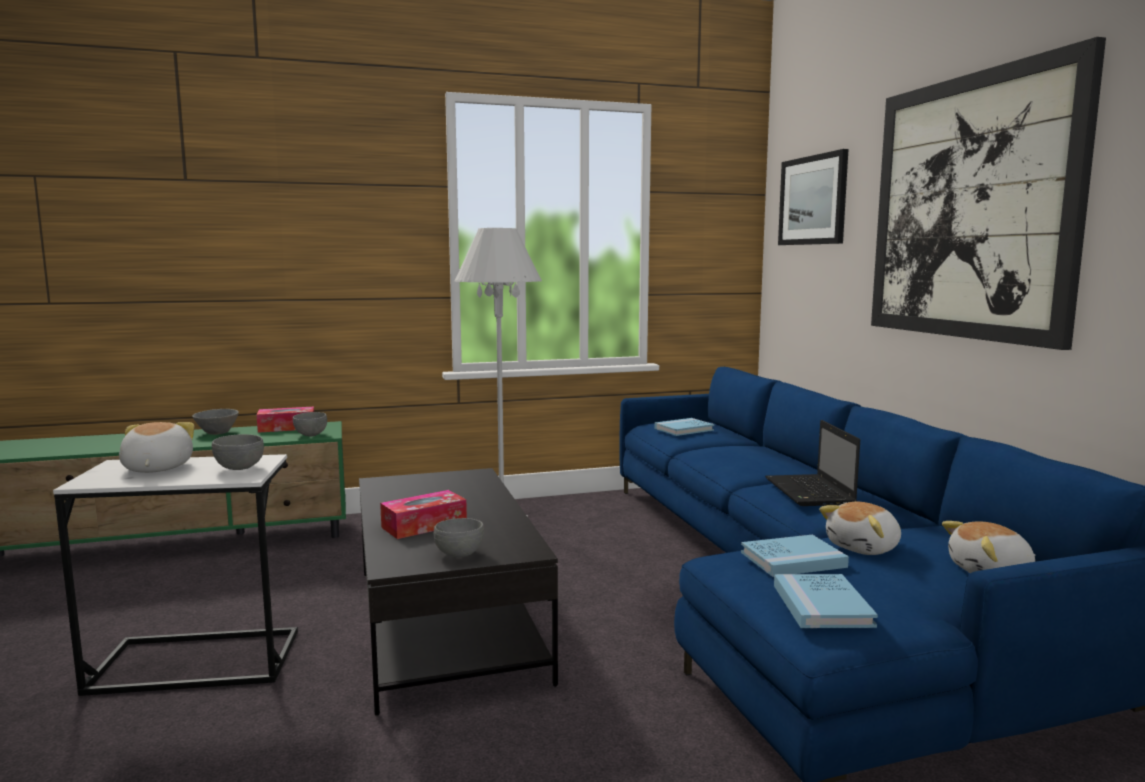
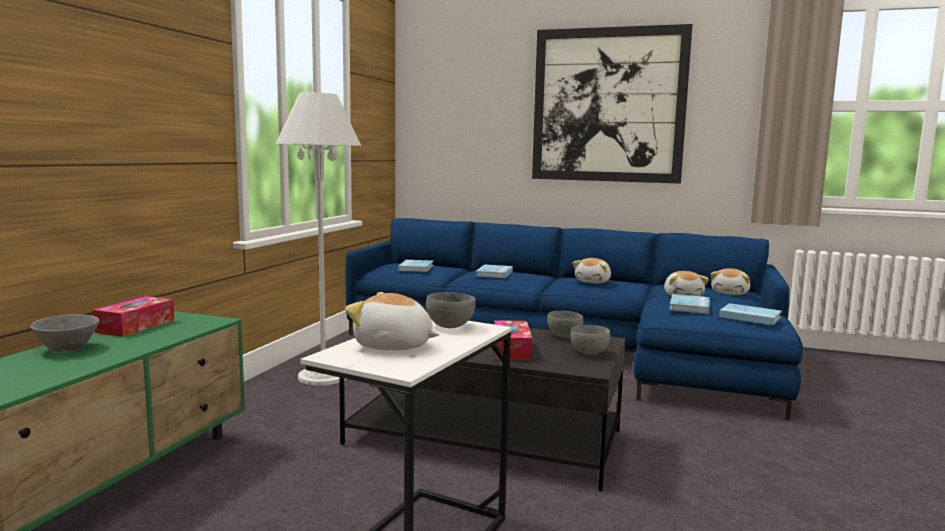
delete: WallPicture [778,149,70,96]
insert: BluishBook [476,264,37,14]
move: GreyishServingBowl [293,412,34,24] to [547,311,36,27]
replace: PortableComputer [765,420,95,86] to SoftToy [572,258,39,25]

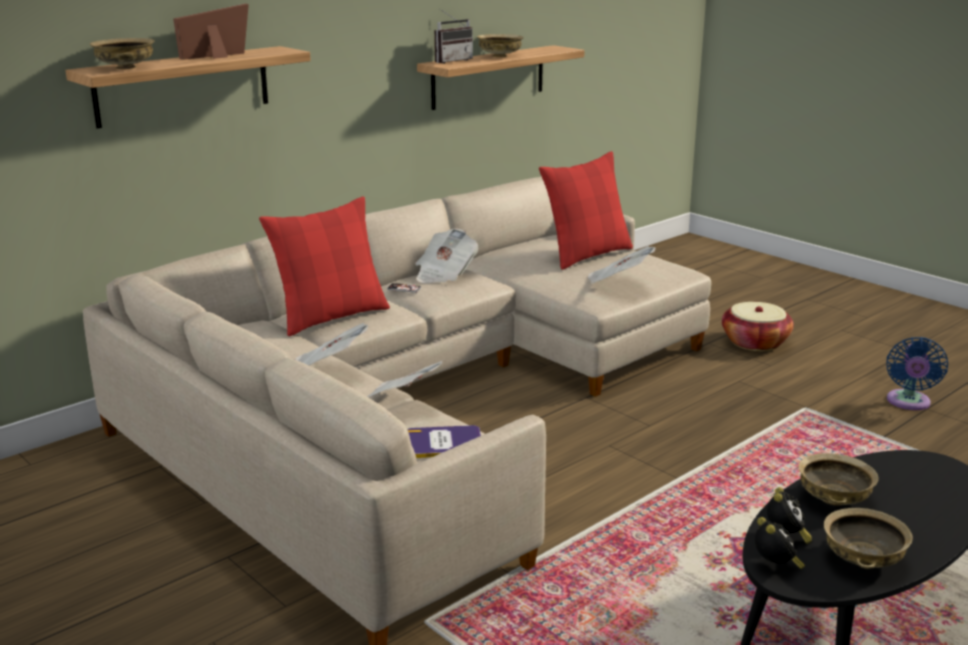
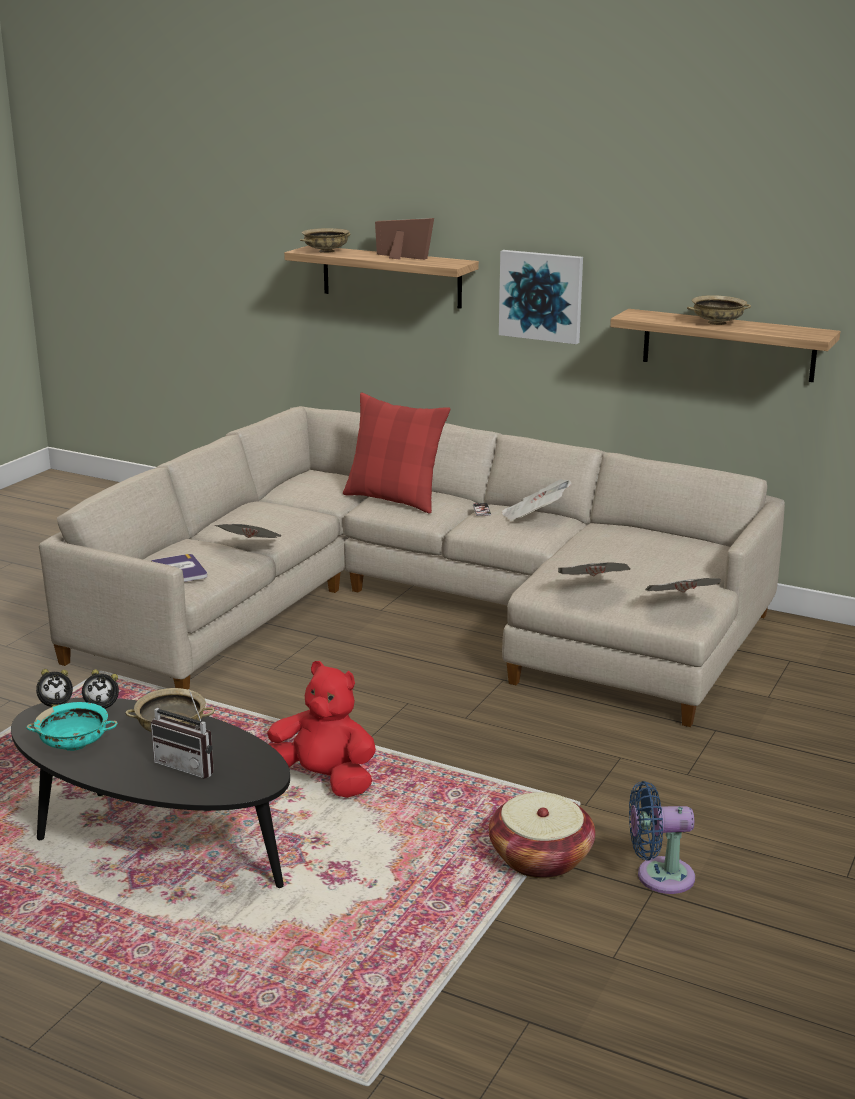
delete: RedCushion [539,151,94,119]
insert: RedSoftToy [267,661,109,137]; WallPicture [499,250,84,94]
move: DailyPaper [295,322,73,44] to [645,578,76,15]; Radio [435,9,38,54] to [151,689,63,90]; Basket [722,302,72,49] to [489,792,106,86]
recolor: BeigeColouredServingBowl [824,508,89,61] to TurquoiseServingBowl [26,702,92,49]

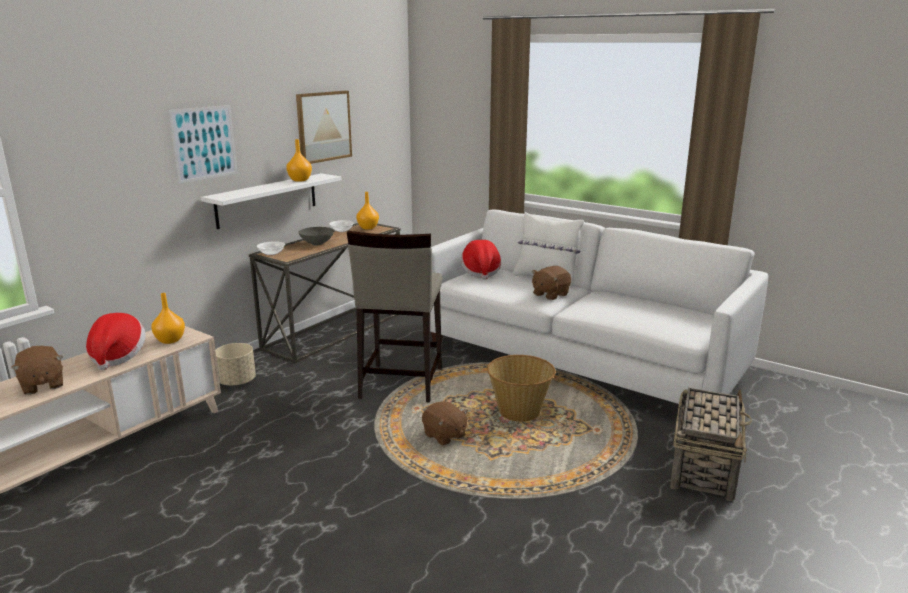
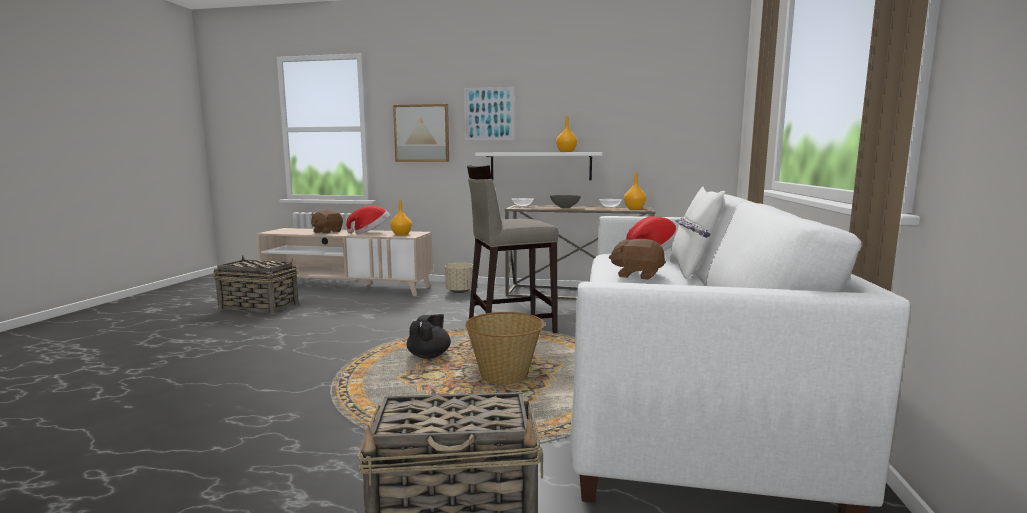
insert: Basket [213,255,86,60]
move: WallPicture [296,91,56,73] to [393,104,56,58]
replace: BrownColouredSoftToy [422,401,46,45] to BlackColouredPotForTea [407,314,44,45]

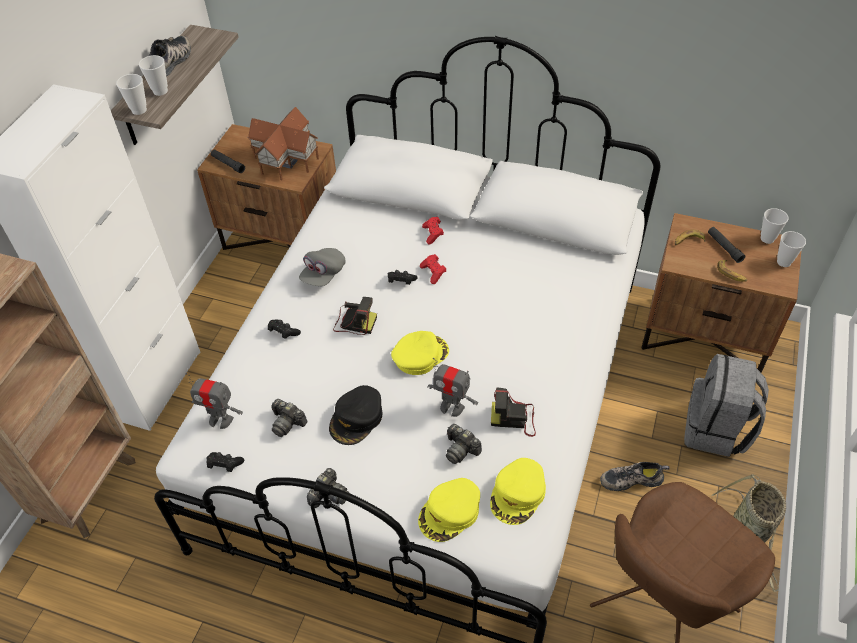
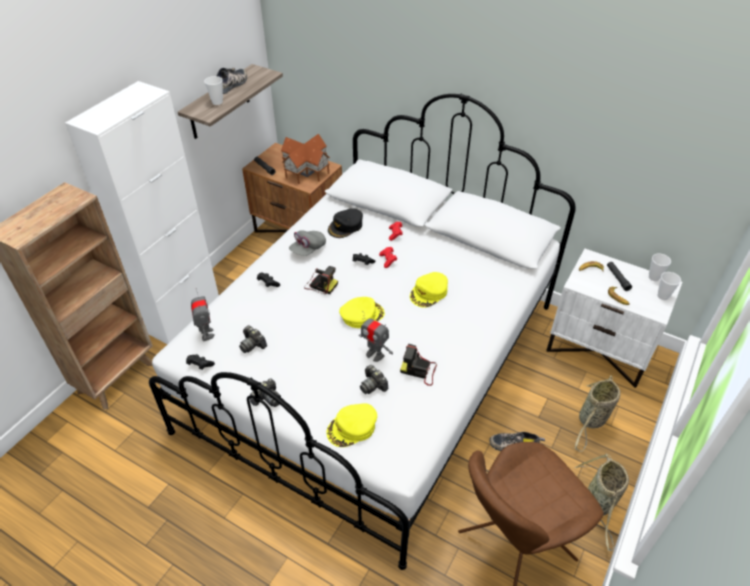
delete: SmallCup [116,74,31,41]
move: BlackColouredBaseballCap [329,385,53,60] to [328,208,35,30]; YellowColouredBaseballCap [490,458,56,67] to [410,272,38,36]
replace: GreyishKnapsack [684,354,85,103] to Basket [574,375,47,77]
recolor: BrownColouredBedsideTable [642,213,159,160] to WhiteColouredBedsideTable [547,249,135,139]
rotate: ToyRobot [185,373,58,56] = [191,288,24,53] 135 degrees counterclockwise

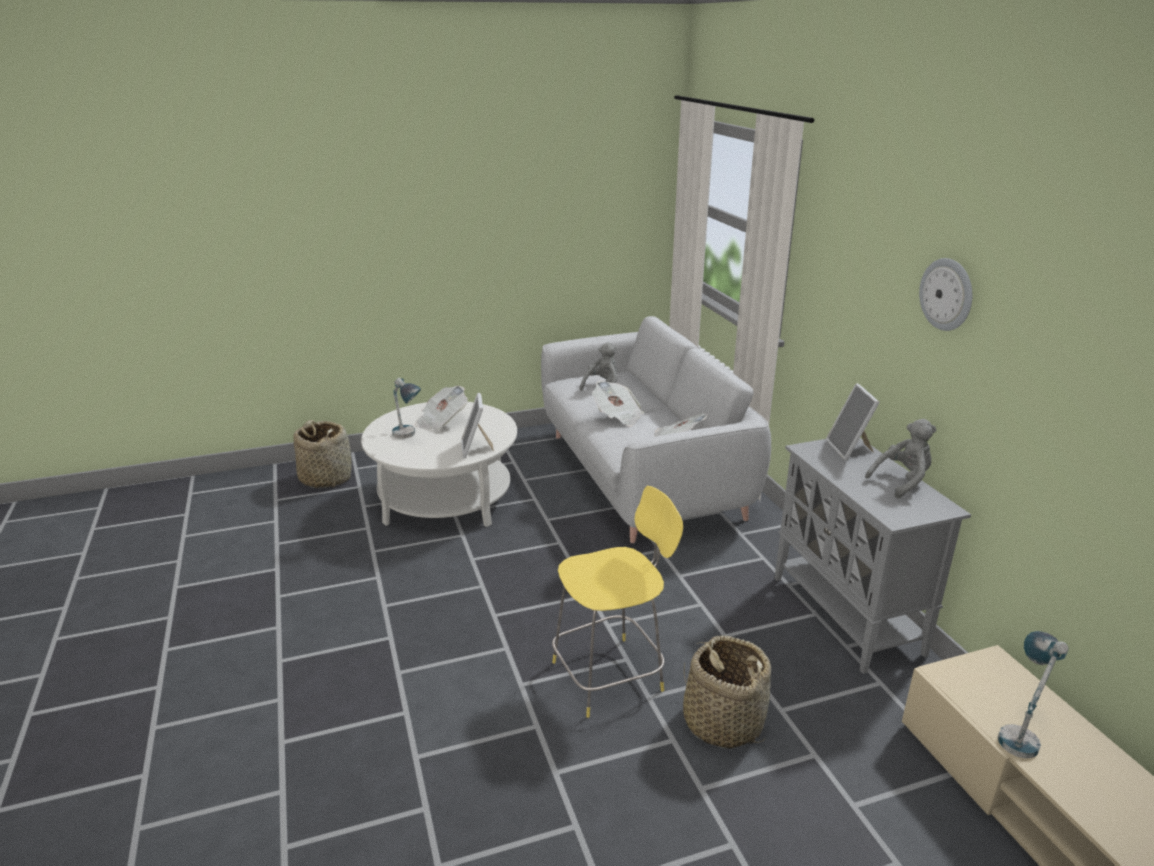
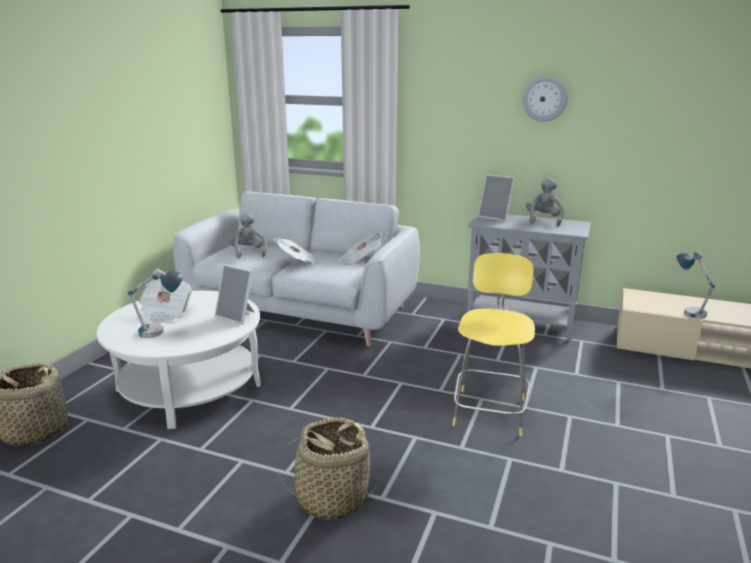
move: Basket [683,635,88,114] to [278,417,100,103]

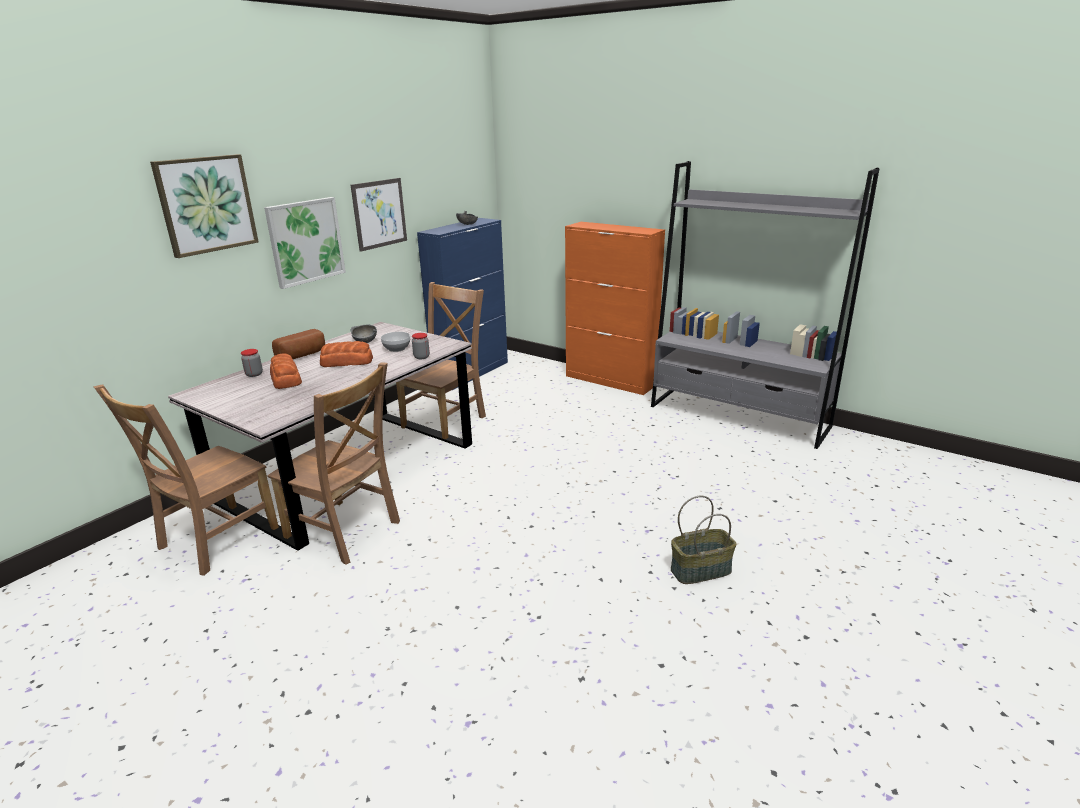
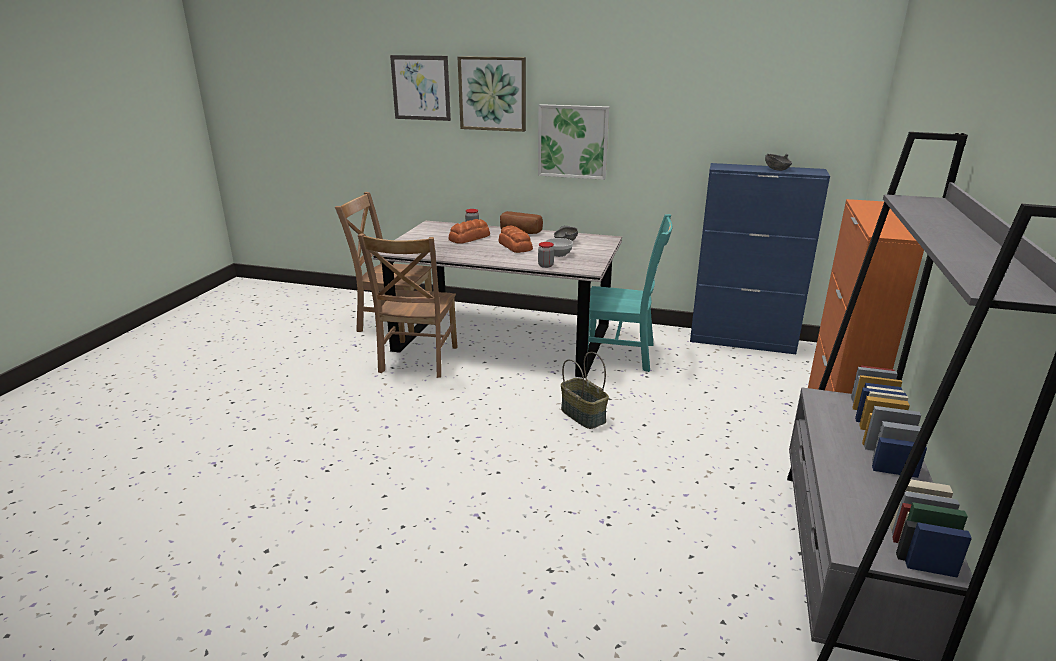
move: WallPicture [351,178,56,74] to [390,55,61,66]; Basket [671,496,66,88] to [561,352,48,77]
recolor: BrownColouredUprightChair [396,282,90,157] to TurquoiseUprightChair [588,214,84,158]

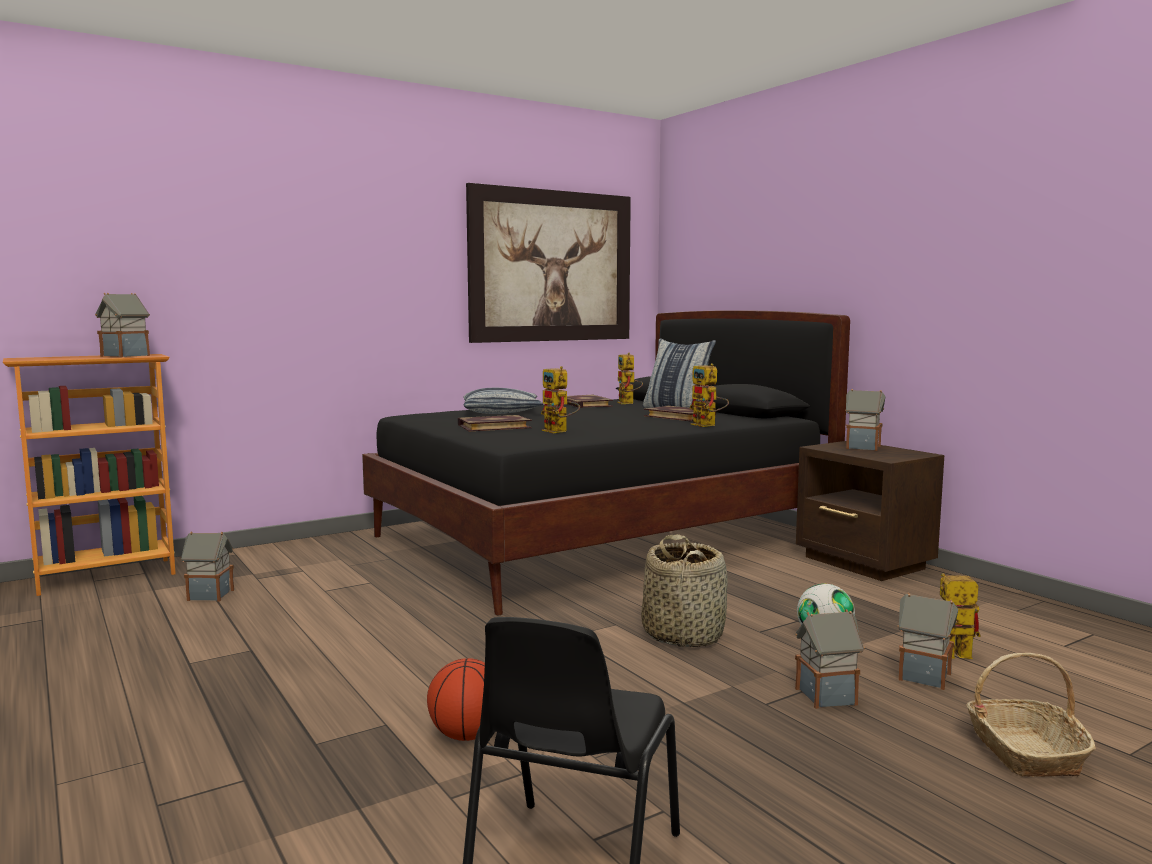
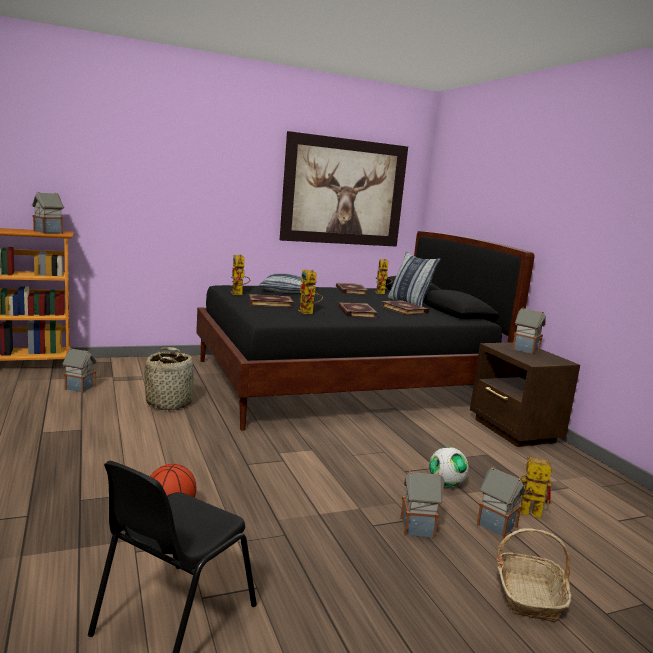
insert: Book [338,302,40,16]
move: Basket [641,534,87,113] to [144,347,50,63]; ToyRobot [689,363,40,64] to [231,255,19,40]

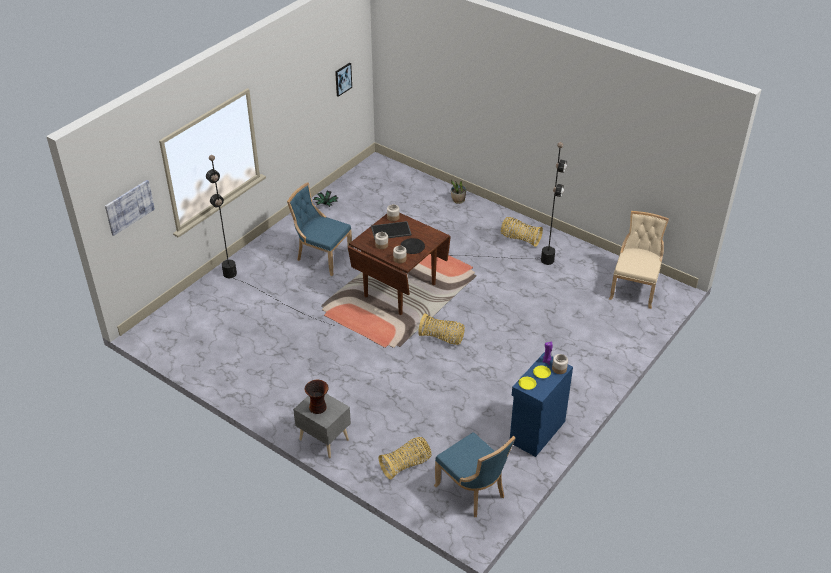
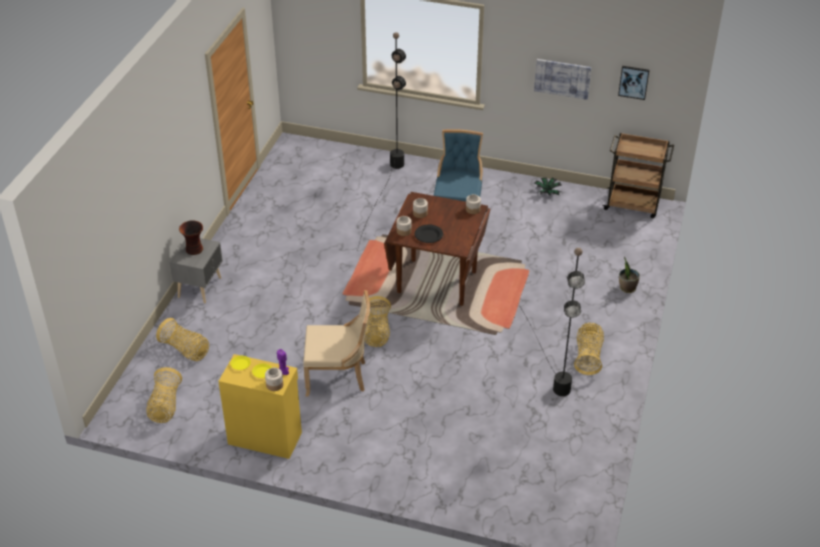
delete: ServingTray [371,221,41,18]
insert: BrownColouredTrolley [602,133,72,85]
move: WallPicture [105,180,50,56] to [534,59,57,41]; BeigeColouredUprightChair [609,211,60,98] to [303,290,67,106]
replace: BluishUprightChair [434,432,82,85] to Basket [146,367,36,56]
recolor: BluishCupboard [510,353,63,104] to YellowColouredCupboard [218,354,84,105]

